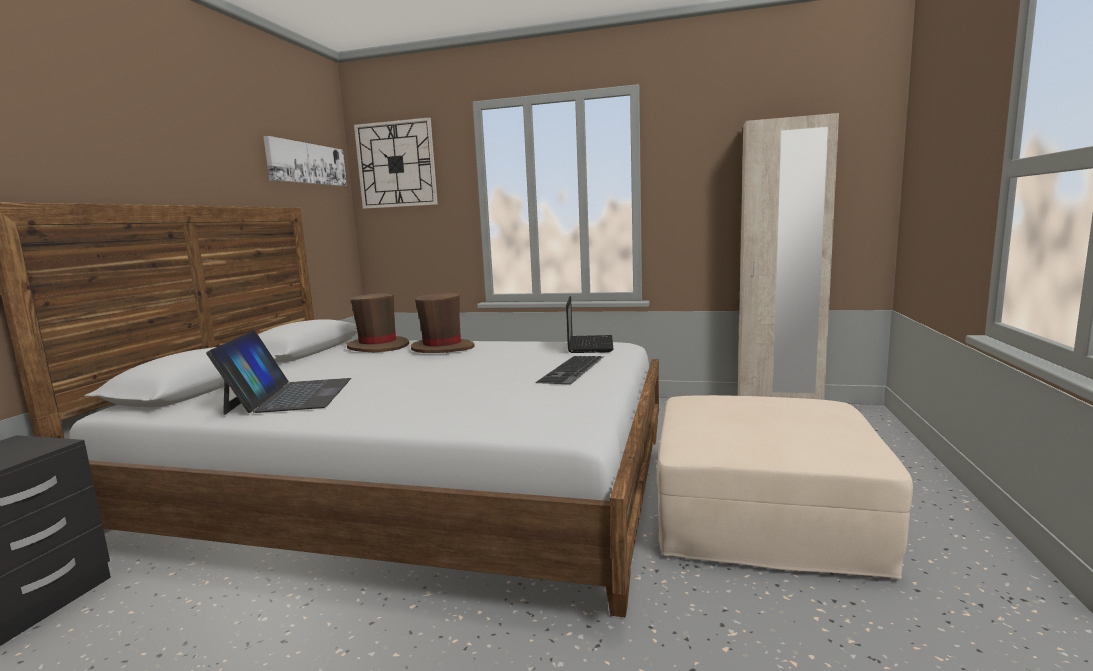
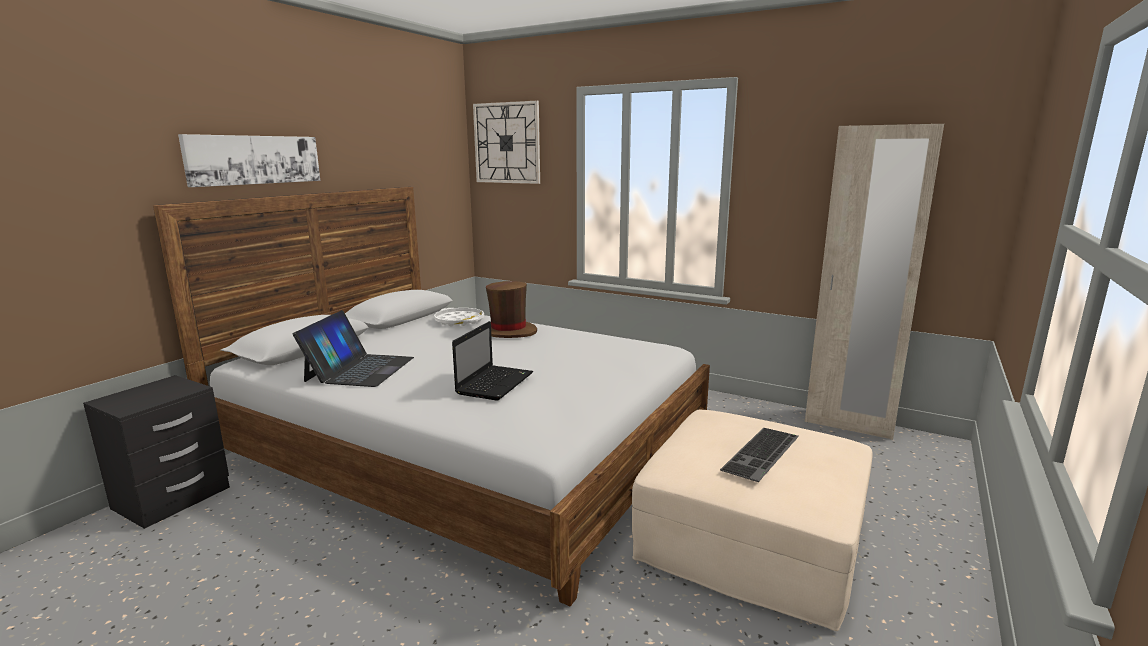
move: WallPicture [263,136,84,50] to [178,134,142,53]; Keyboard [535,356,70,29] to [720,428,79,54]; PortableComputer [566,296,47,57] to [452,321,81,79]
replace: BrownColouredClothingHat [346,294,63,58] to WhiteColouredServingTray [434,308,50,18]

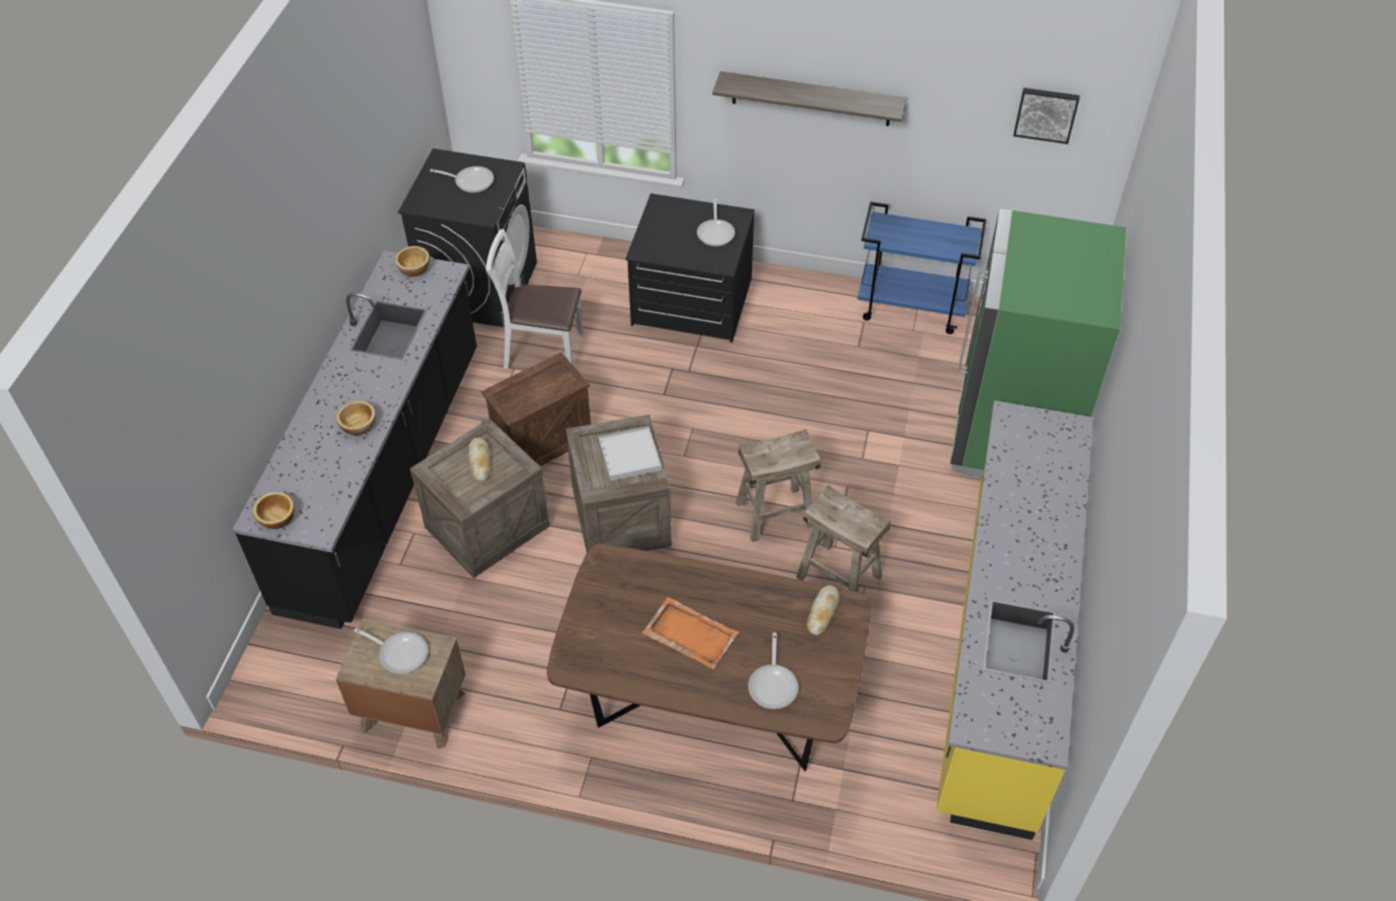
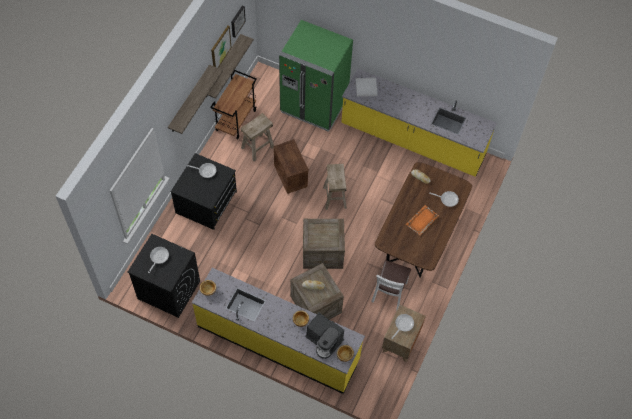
insert: WallShelf [206,34,48,65]; WallPicture [211,26,21,42]; CoffeeBrewer [305,313,39,46]
move: ShippingCrate [481,352,110,114] to [273,139,36,55]; WhiteColouredUprightChair [486,229,97,140] to [371,260,40,51]; WhiteColouredServingTray [599,426,63,55] to [356,78,22,19]; BeigeColouredSittingStool [796,485,95,107] to [240,113,34,48]
recolor: BlackColouredCounter [232,251,245,378] to YellowColouredCounter [192,268,173,126]; BluishTrolley [857,202,129,132] to BrownColouredTrolley [210,70,47,69]

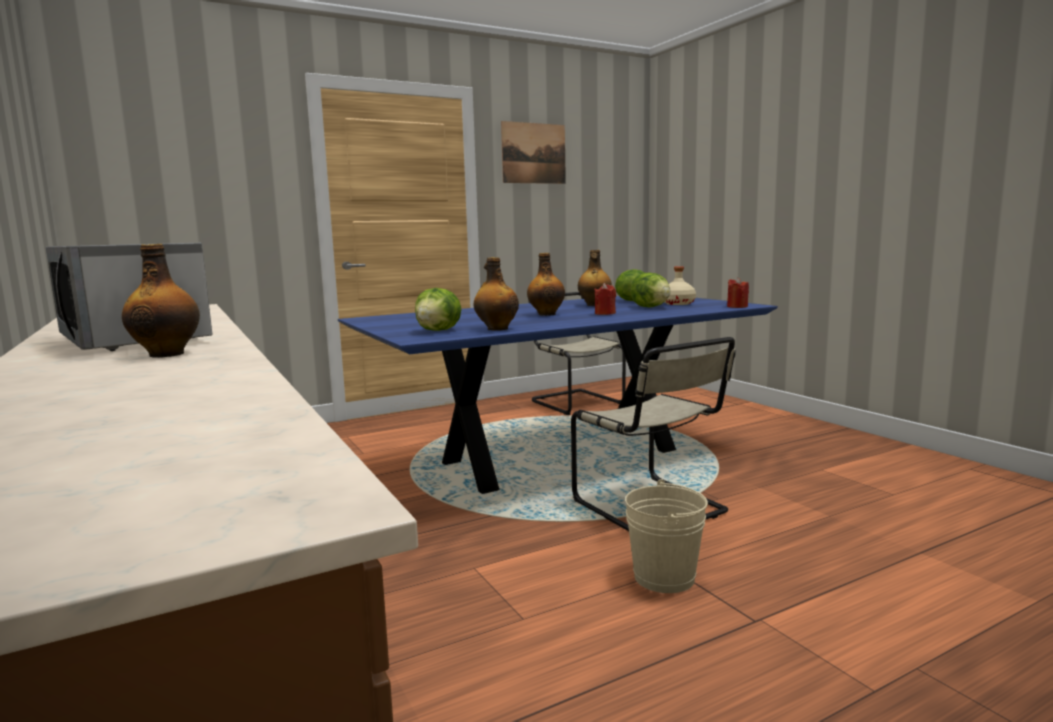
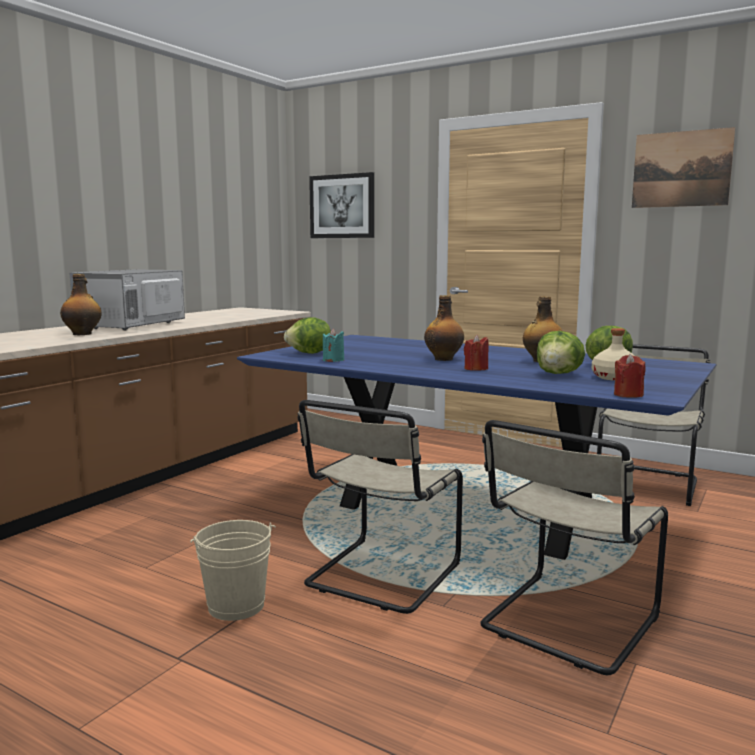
insert: WallPicture [309,172,65,66]; BeigeColouredUprightChair [480,420,188,255]
replace: BeverageBottle [474,257,45,74] to TurquoiseWaxCandle [323,329,21,33]

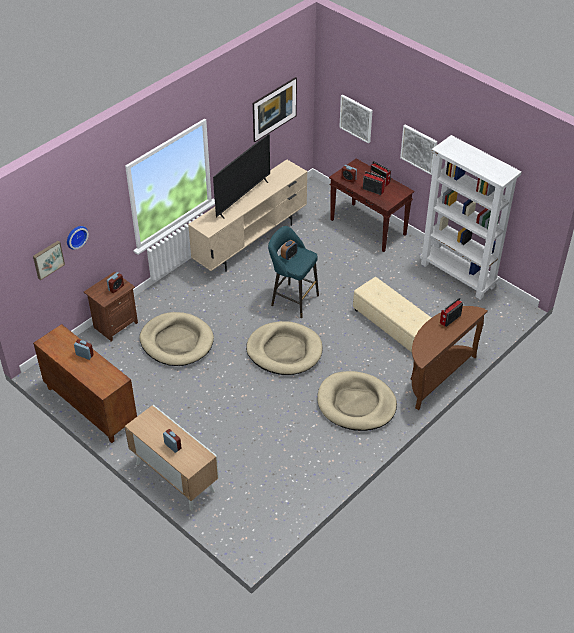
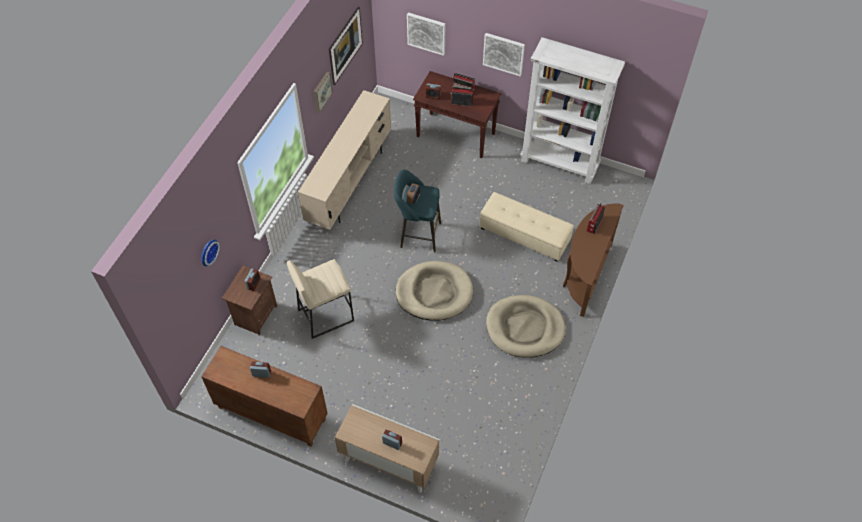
delete: Television [213,134,57,85]
move: WallPicture [33,241,32,39] to [313,72,20,41]
replace: BeigeColouredDogCushion [140,312,74,54] to BeigeColouredSittingStool [287,259,67,80]

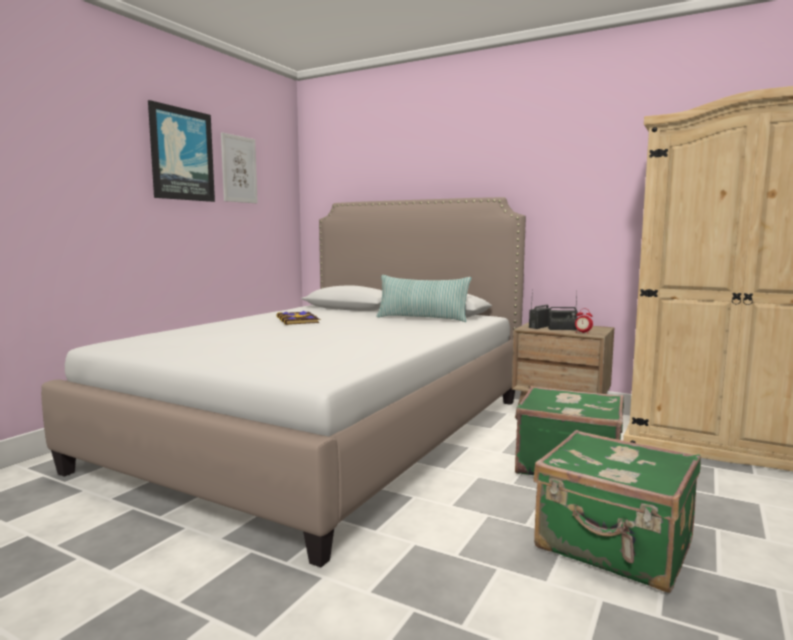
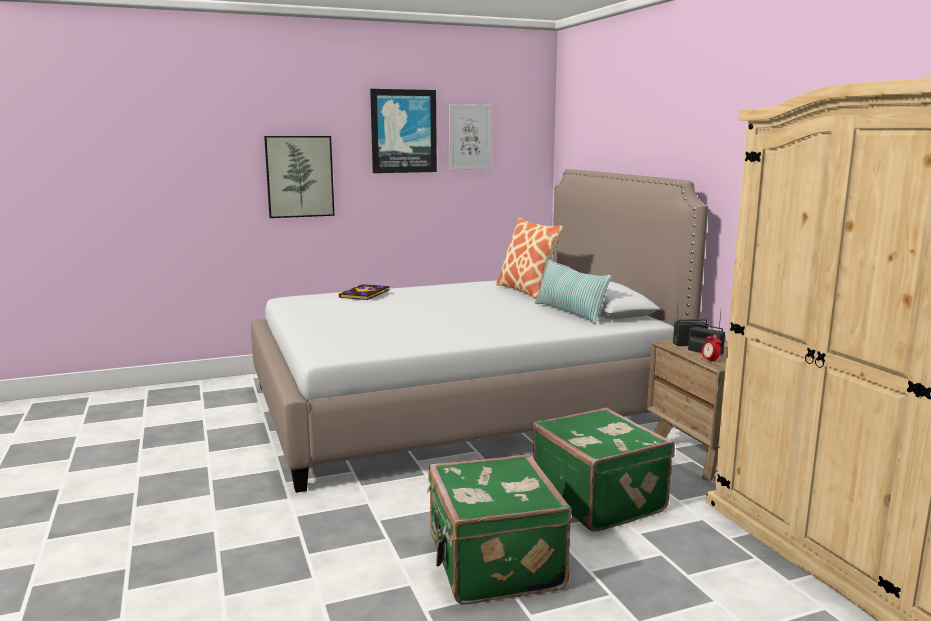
insert: WallPicture [264,136,70,82]; Cushion [496,217,68,82]
move: Book [277,311,44,14] to [339,284,51,16]

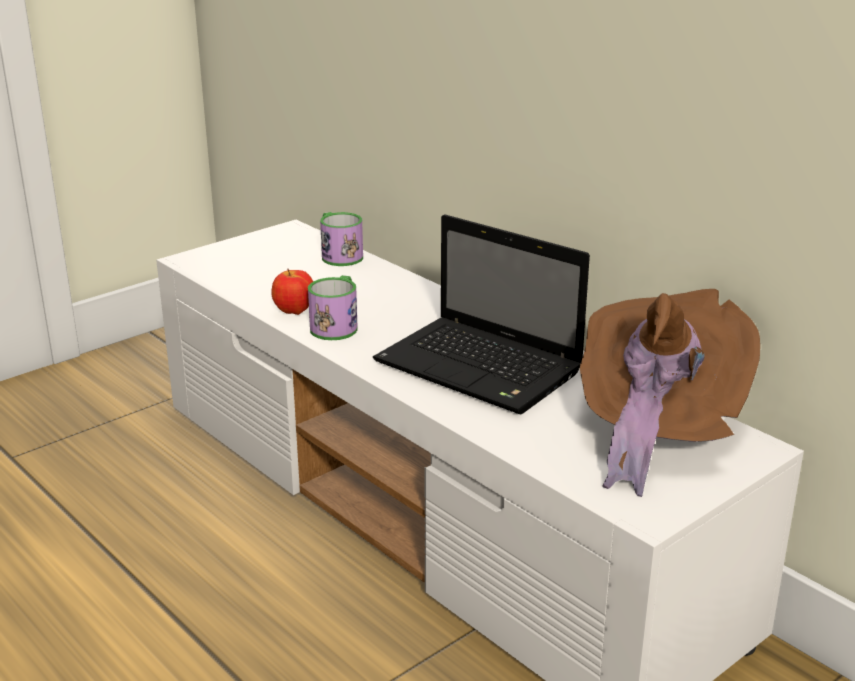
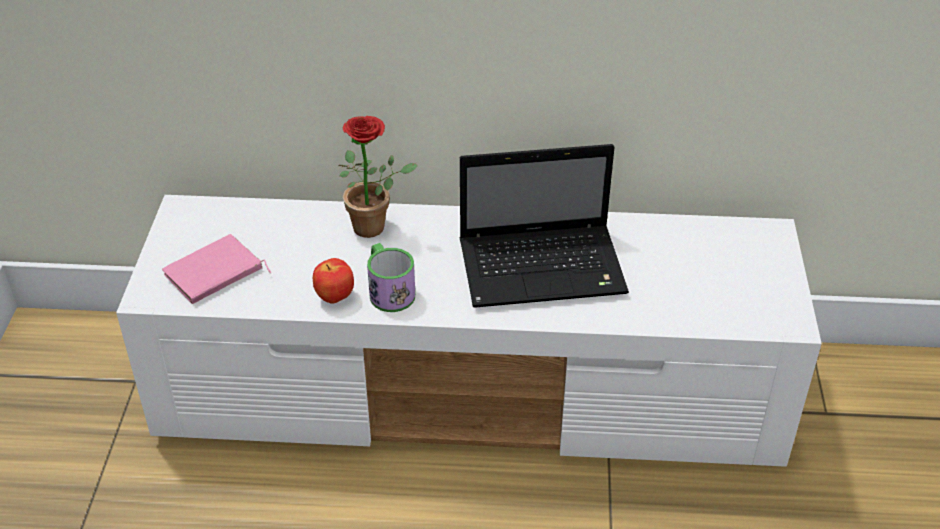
delete: Mug [320,212,43,54]; BrownColouredClothingHat [580,289,180,208]
insert: PinkishBook [162,234,109,70]; Houseplant [338,116,80,122]

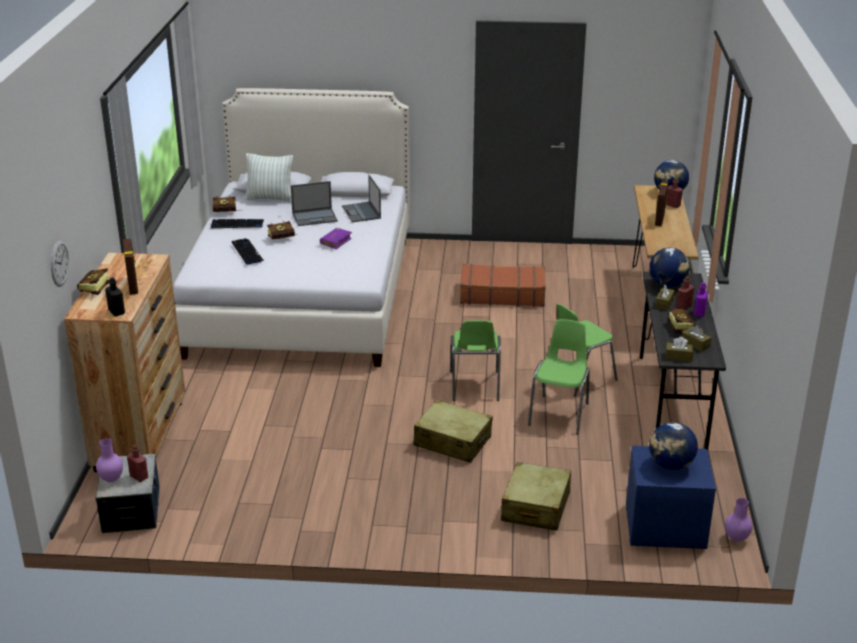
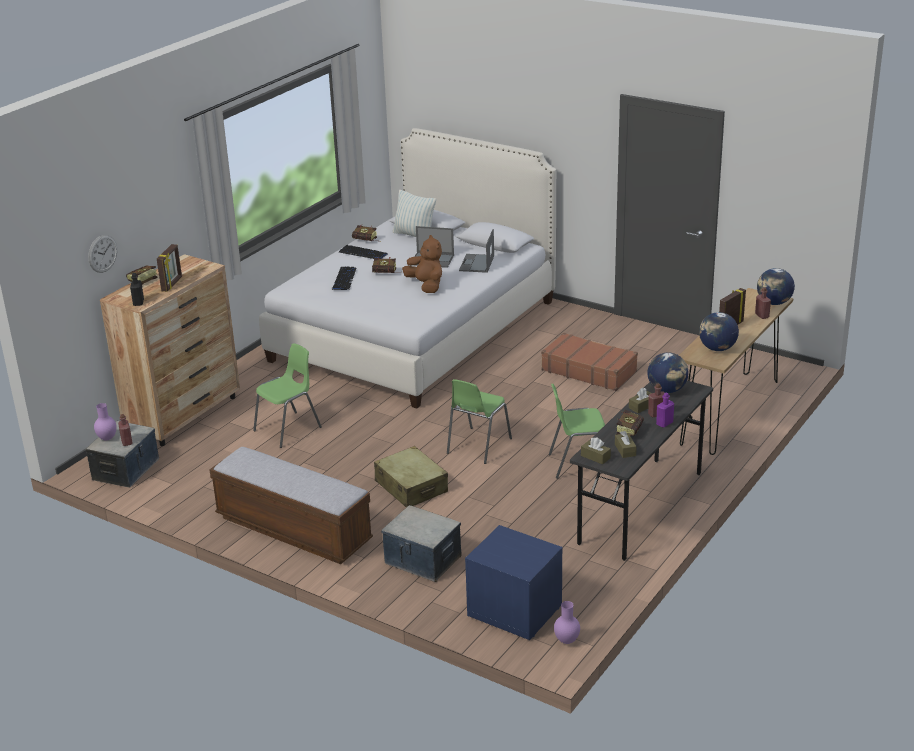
insert: IndoorBench [209,447,164,117]
move: GreenColouredUprightChair [528,319,62,116] to [253,343,69,105]; WorldGlobe [649,422,49,48] to [699,312,40,39]
replace: PurpleBook [320,228,32,22] to BrownColouredSoftToy [402,235,40,58]; BeigeColouredPieceOfLuggage [501,462,70,68] to StorageBox [381,505,80,77]

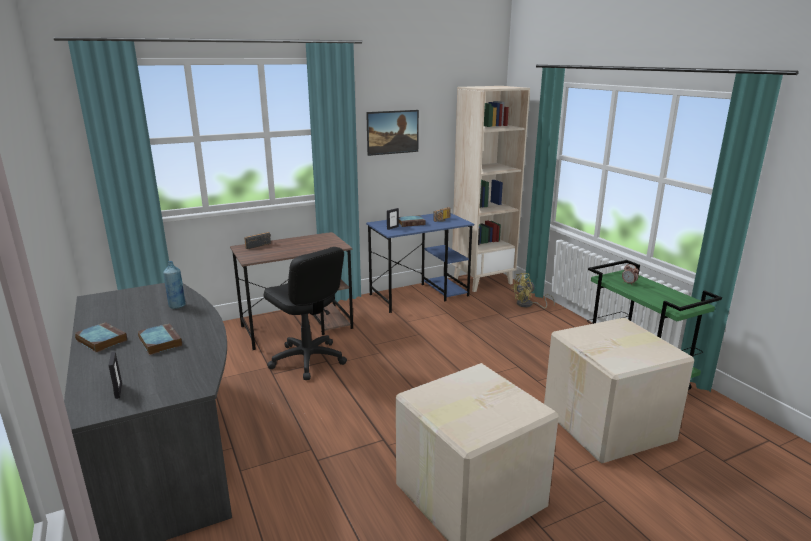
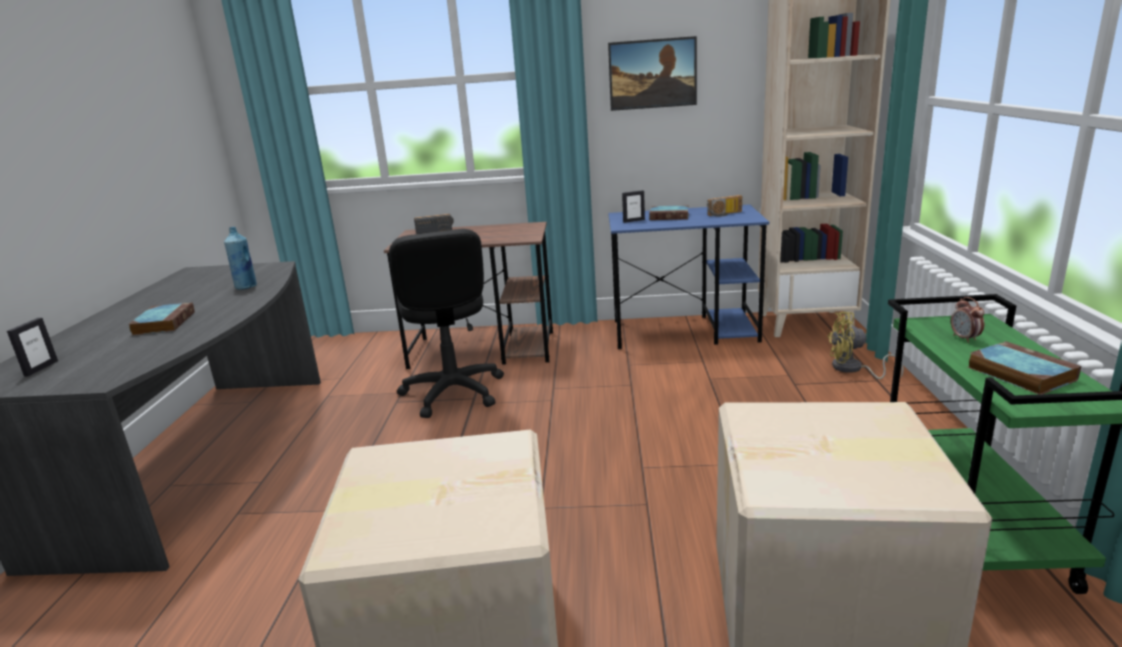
move: Book [75,322,52,31] to [968,341,113,53]

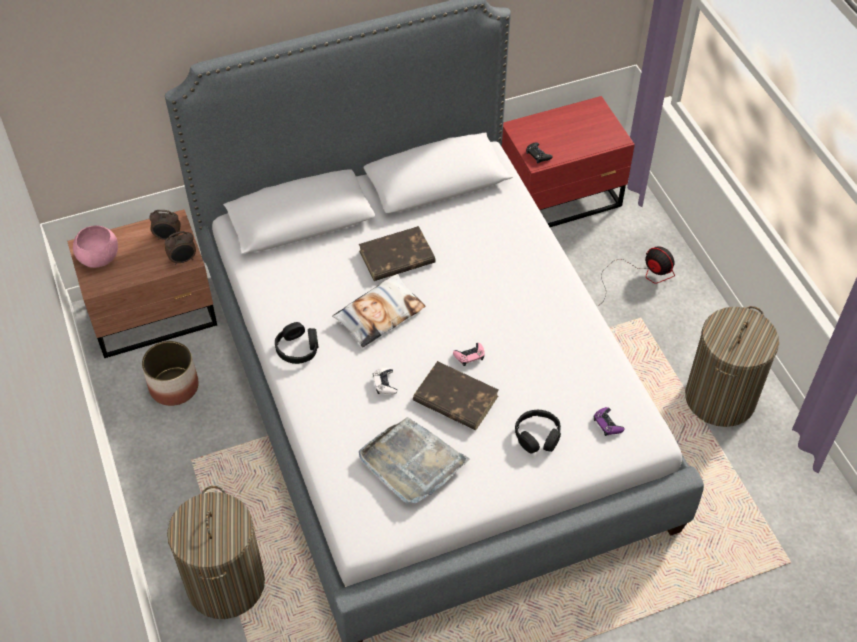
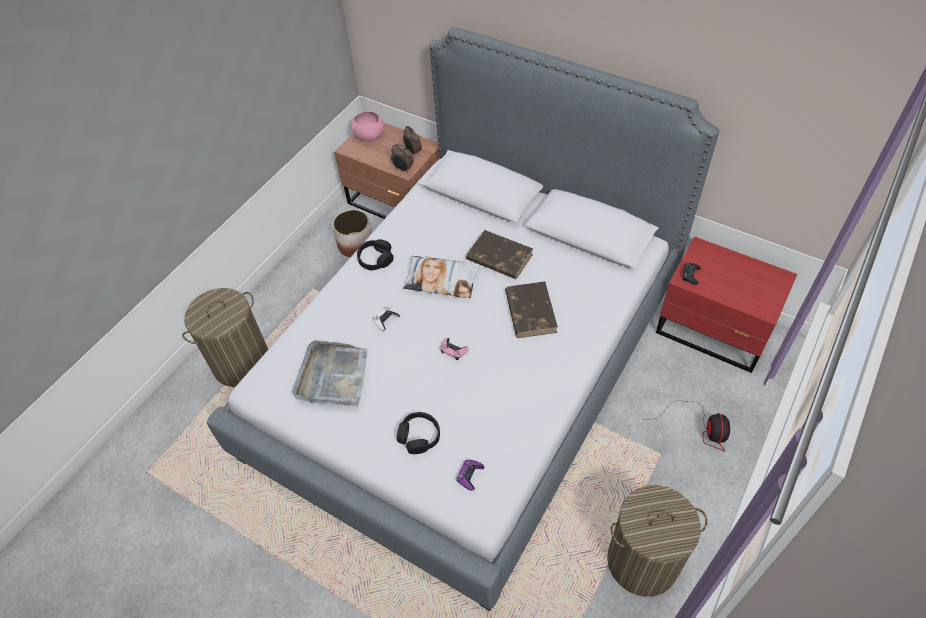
move: BrownColouredBook [413,361,86,69] to [505,281,53,57]

